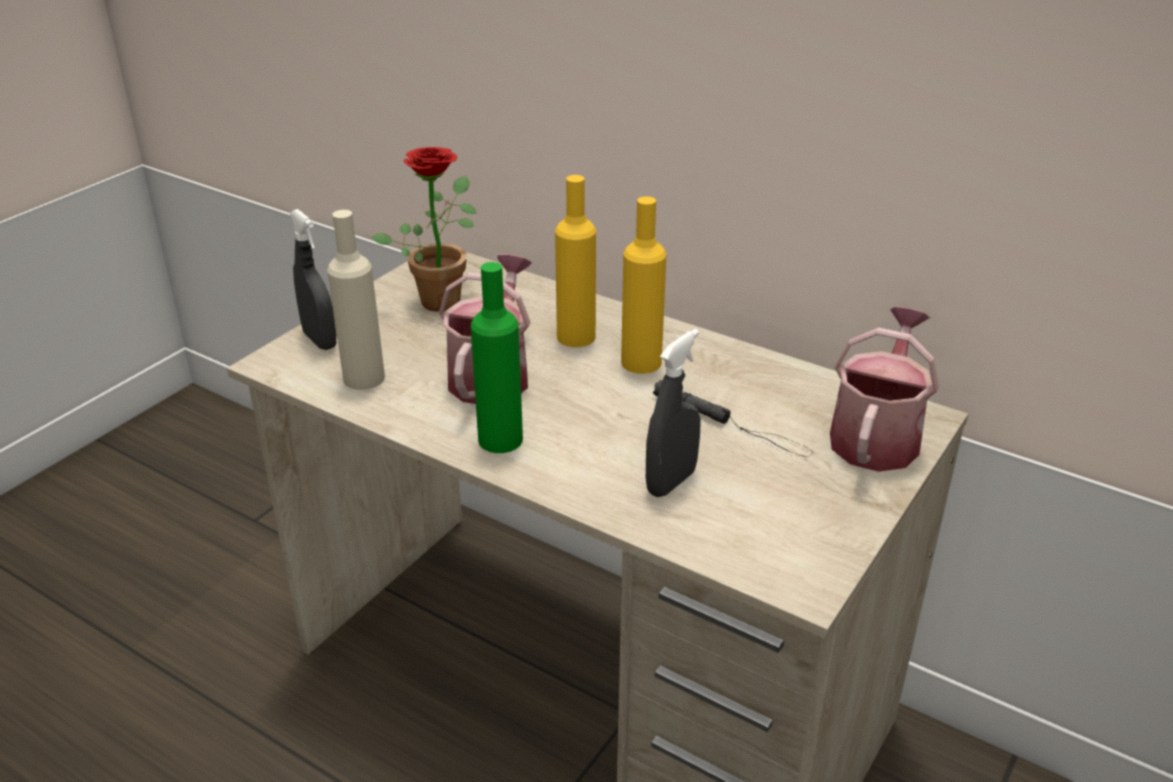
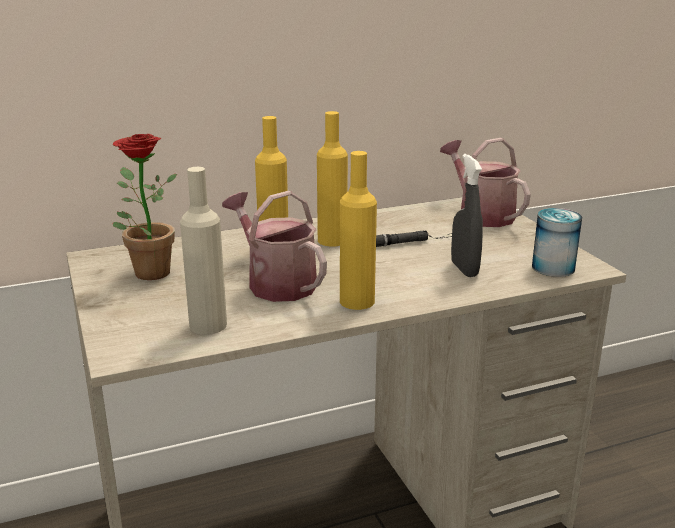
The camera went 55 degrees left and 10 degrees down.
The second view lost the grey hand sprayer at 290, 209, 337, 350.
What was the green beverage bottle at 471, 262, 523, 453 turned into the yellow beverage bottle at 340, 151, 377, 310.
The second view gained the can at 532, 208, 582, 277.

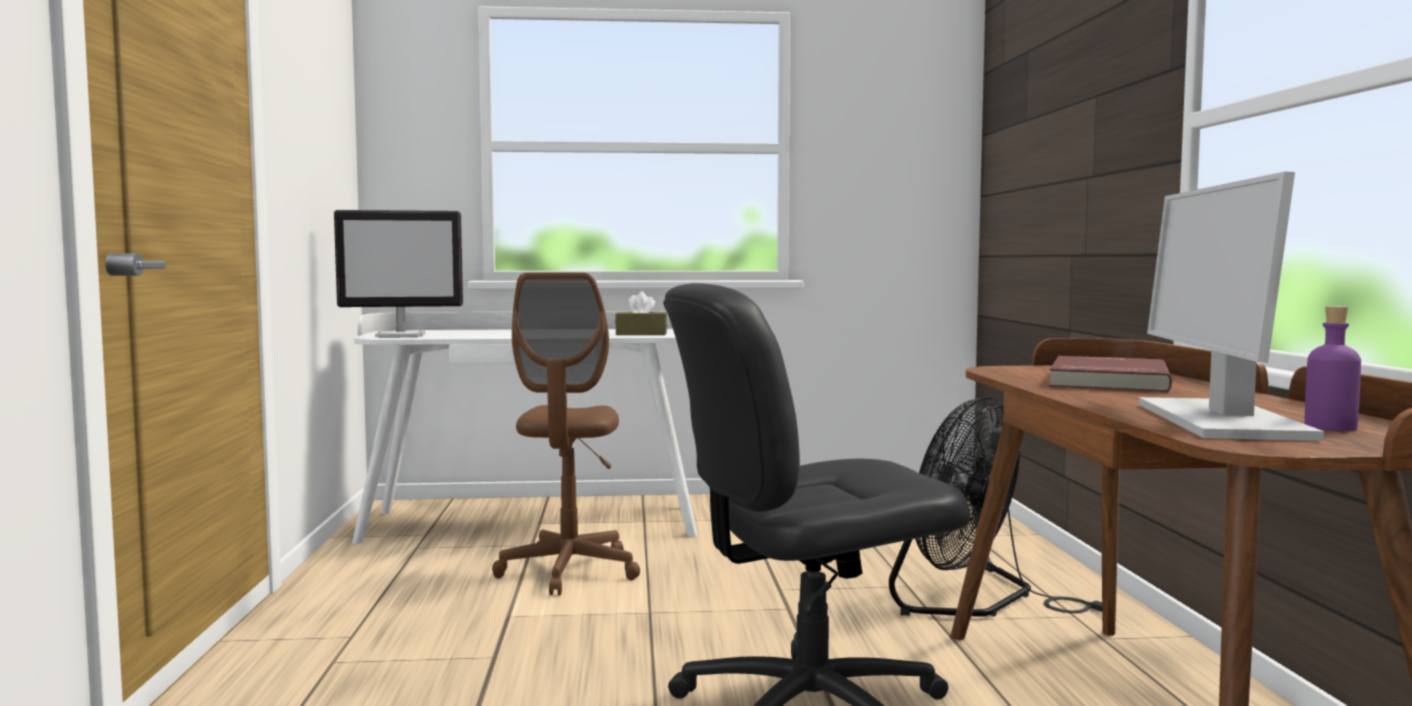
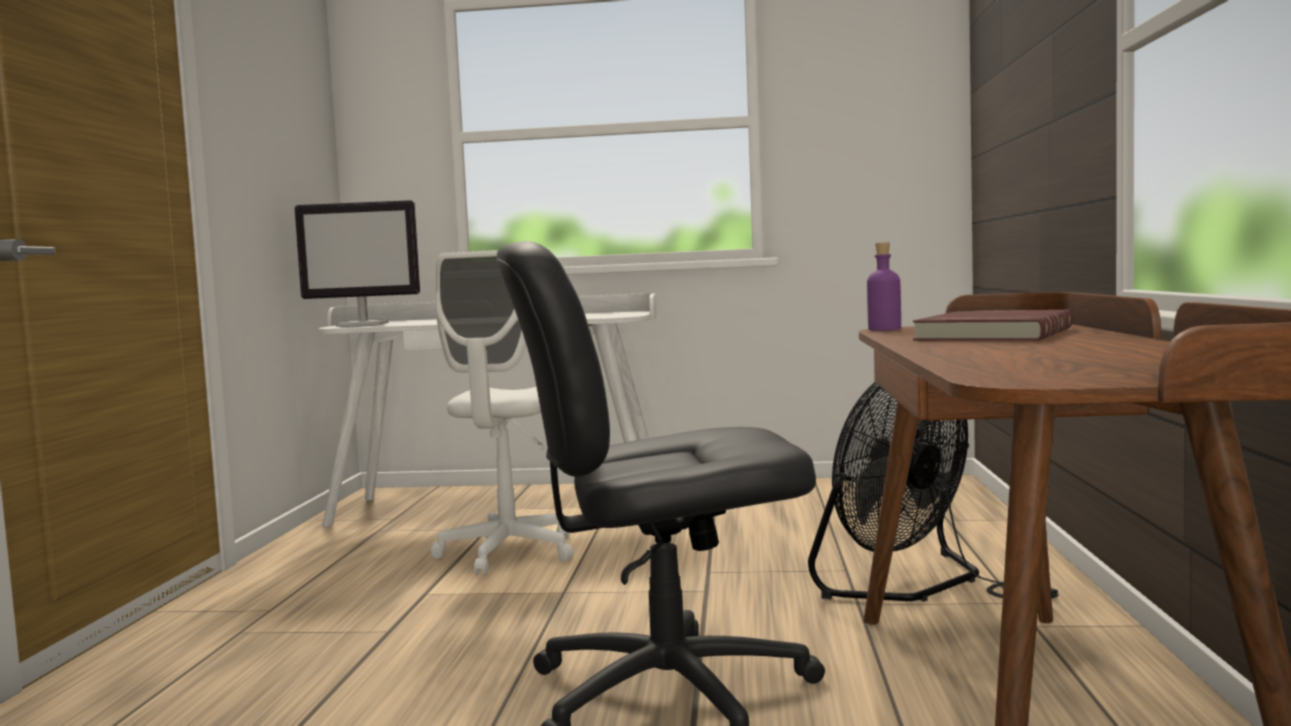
The camera went 10 degrees right and 0 degrees up.
The second view lost the computer screen at 1139, 172, 1324, 441.
What was the brownish desk chair at 492, 272, 640, 595 turned into the white desk chair at 431, 250, 573, 575.
The second view lost the brownish box of tissues at 615, 292, 667, 335.
The purple-coloured beverage bottle ended up elsewhere, having gone from 1305, 306, 1361, 431 to 867, 242, 901, 330.

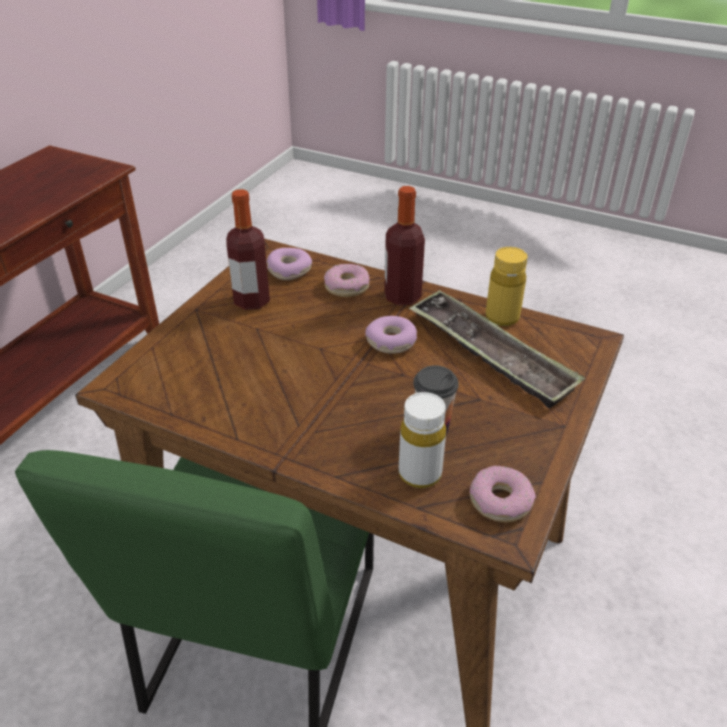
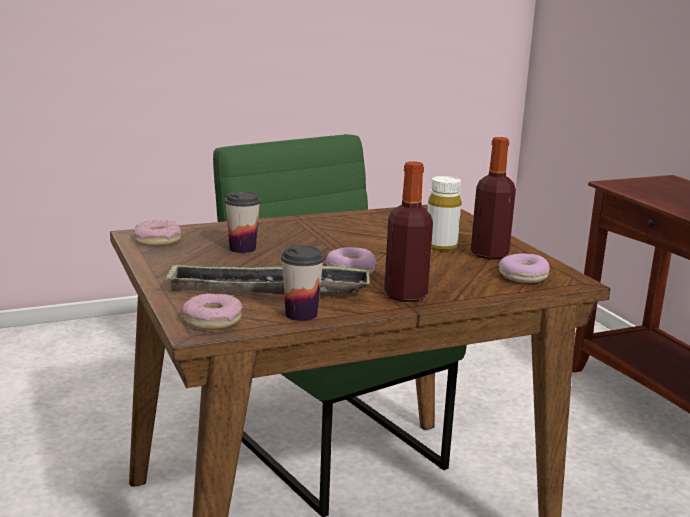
The camera went 130 degrees right and 20 degrees down.
Where the yellow beverage bottle stood at 486, 247, 528, 326, the drinking cup came to stand at 281, 245, 324, 321.
The doughnut ended up elsewhere, having gone from 324, 264, 370, 297 to 183, 293, 243, 330.
The white beverage bottle ended up elsewhere, having gone from 399, 392, 446, 488 to 427, 176, 461, 251.

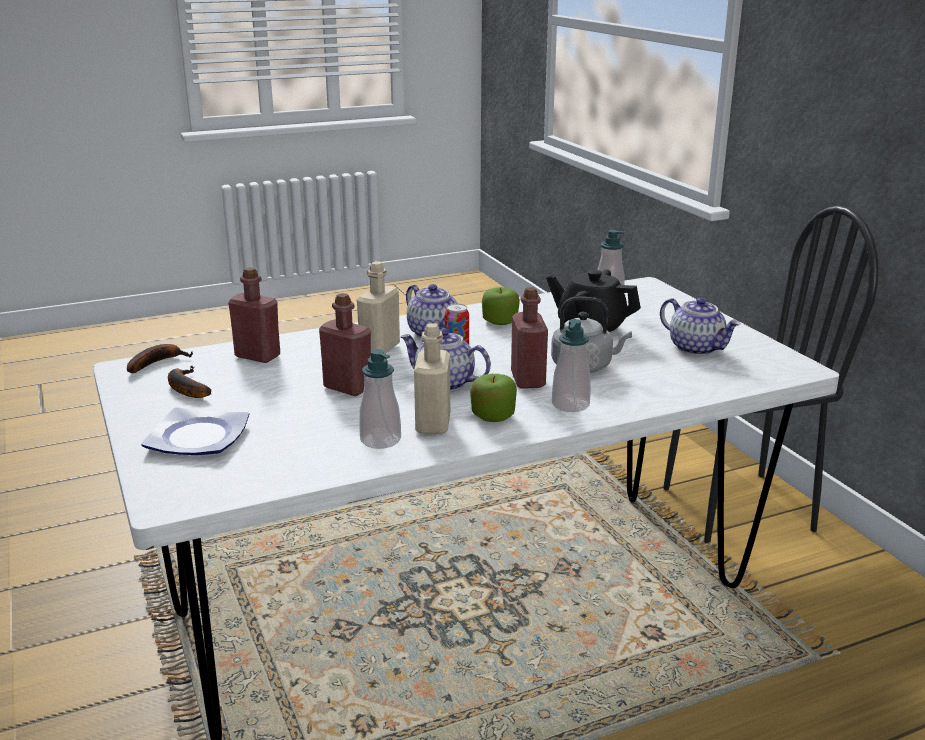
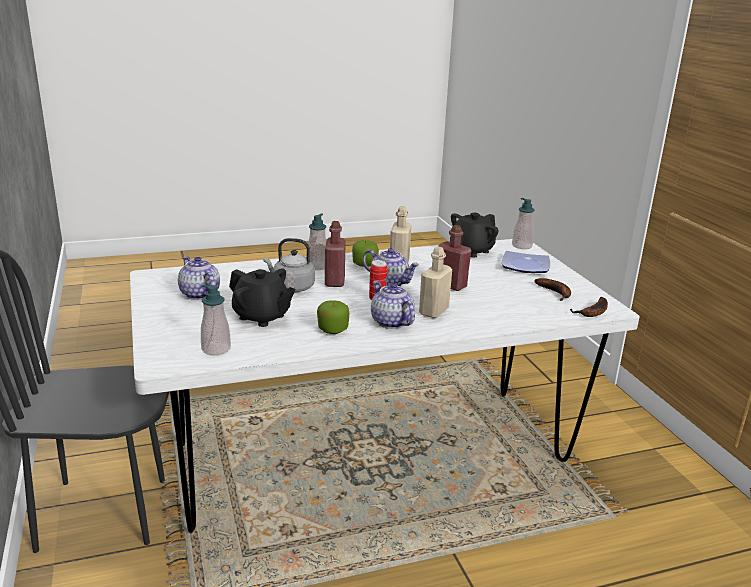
The camera went 175 degrees left and 0 degrees up.
The second view lost the red beverage bottle at 228, 267, 280, 363.
The liquid soap bottle ended up elsewhere, having gone from 359, 349, 401, 449 to 512, 198, 535, 249.
The second view gained the black-coloured tea pot at 451, 213, 498, 258.

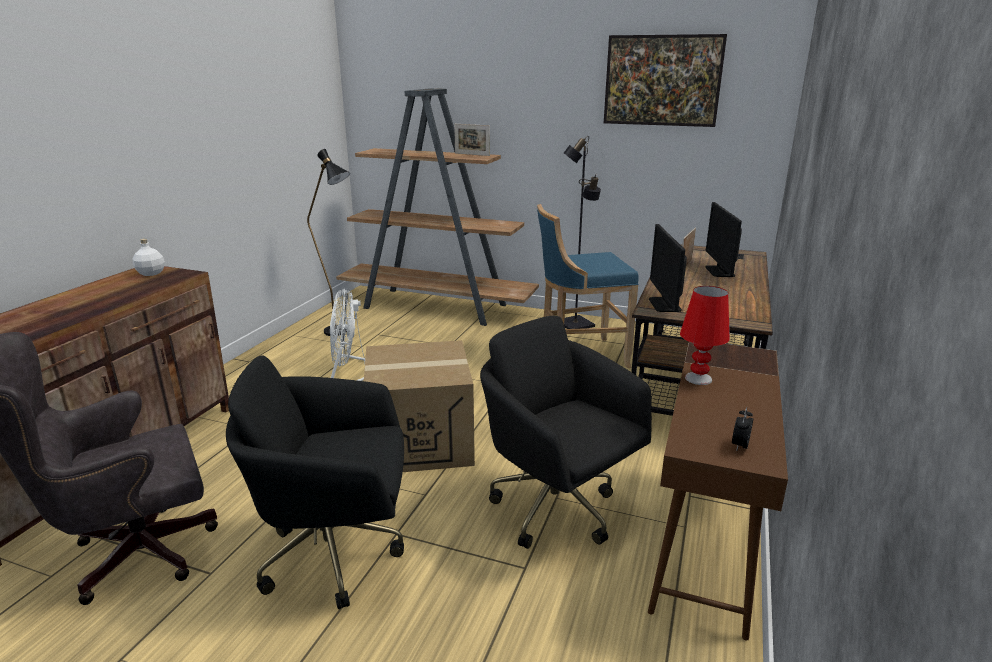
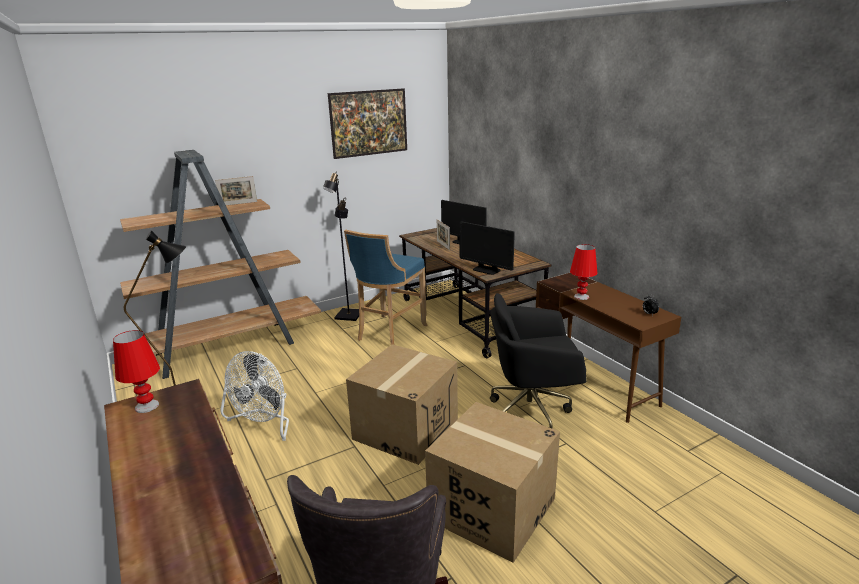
The camera went 50 degrees left and 0 degrees up.
Where the white beverage bottle stood at 132, 239, 165, 276, the red table lamp came to stand at 113, 330, 160, 413.
Where the black-coloured desk chair stood at 226, 356, 404, 609, the packing box came to stand at 425, 402, 560, 563.

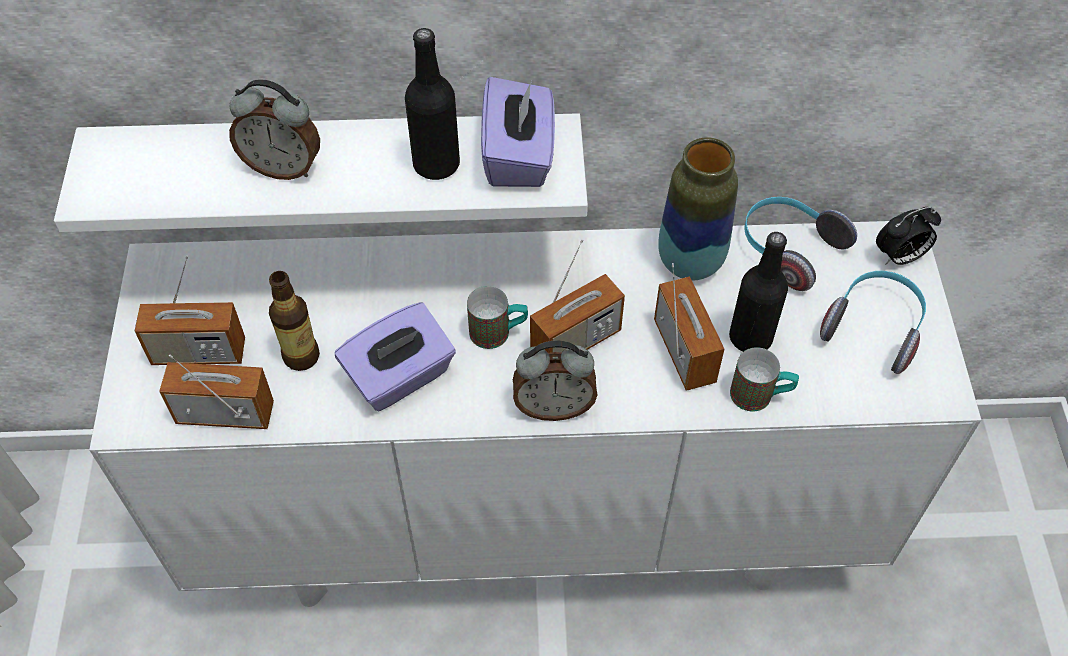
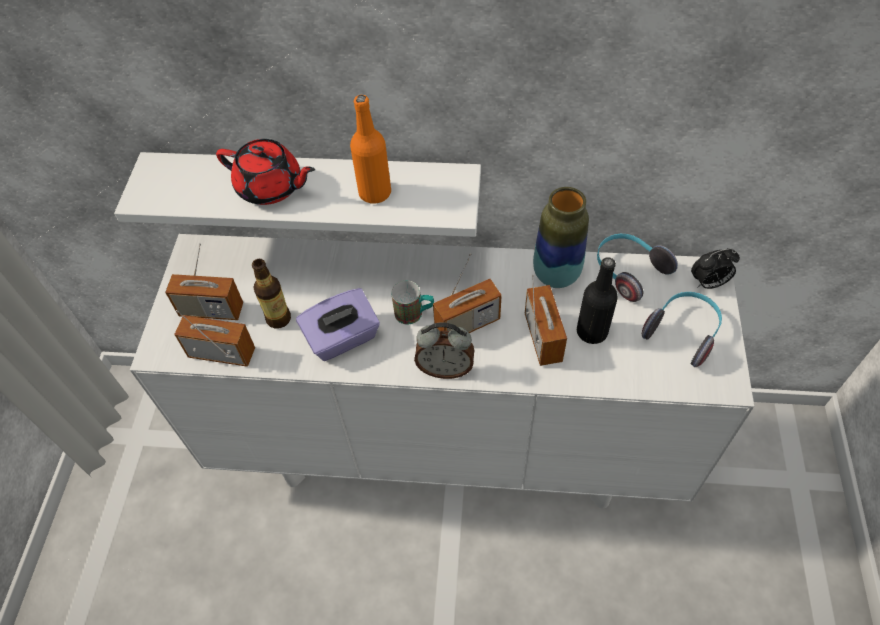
The camera went 10 degrees right and 0 degrees up.
What was the black-coloured beverage bottle at 405, 28, 460, 180 turned into the orangey beverage bottle at 350, 95, 391, 204.
The second view lost the purple-coloured box of tissues at 481, 77, 555, 187.
Where the alarm clock stood at 229, 79, 320, 180, the red tea pot came to stand at 216, 139, 315, 205.
The second view lost the mug at 730, 347, 799, 412.

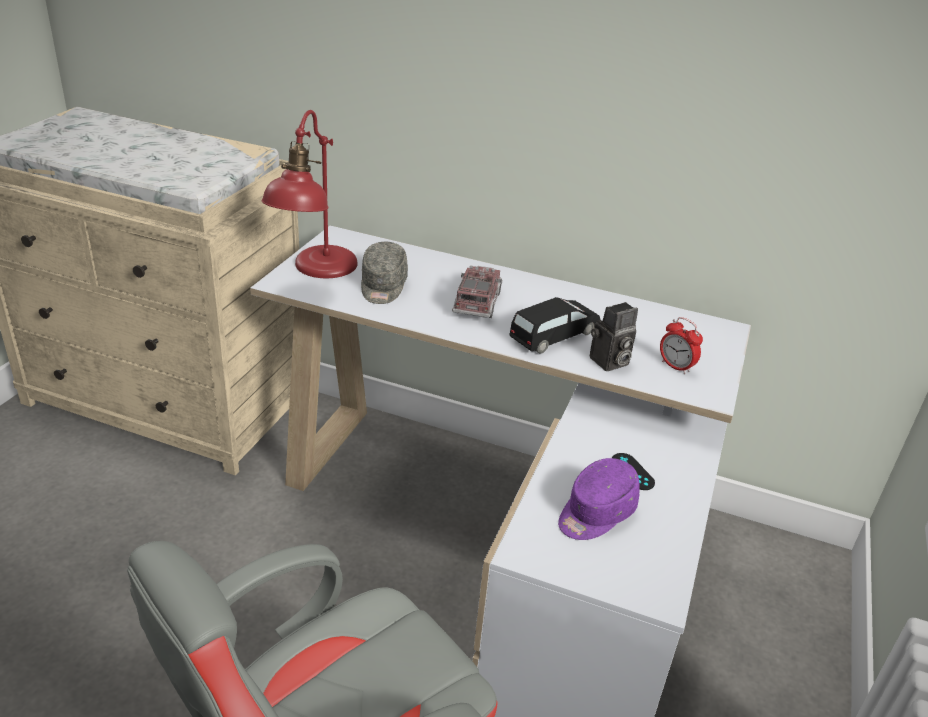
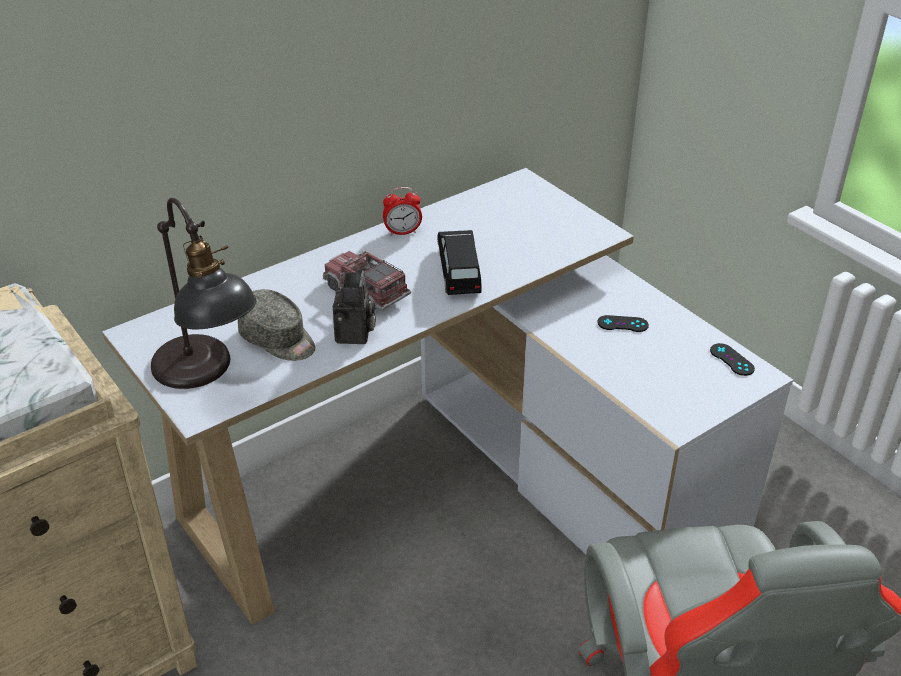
The camera went 55 degrees left and 5 degrees up.
What was the red table lamp at 262, 110, 358, 278 turned into the grey table lamp at 151, 198, 256, 389.
The still camera ended up elsewhere, having gone from 590, 302, 638, 371 to 333, 270, 376, 344.
The alarm clock ended up elsewhere, having gone from 660, 317, 703, 374 to 383, 187, 422, 236.
The second view lost the purple-coloured cap at 558, 458, 640, 540.
The second view gained the black-coloured game controller at 710, 343, 755, 376.

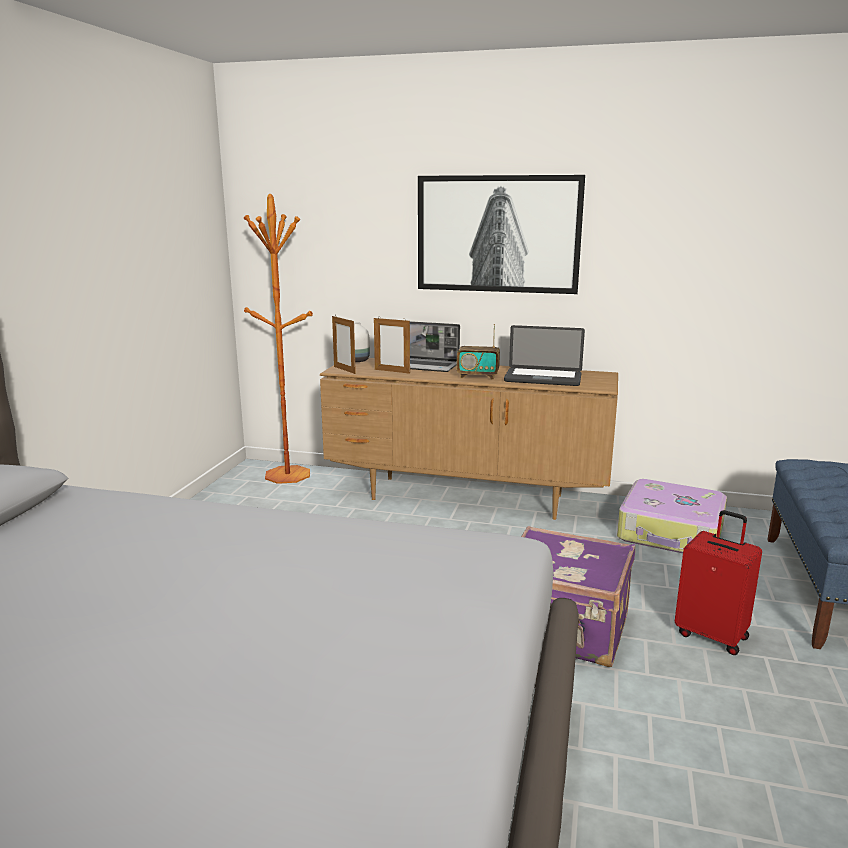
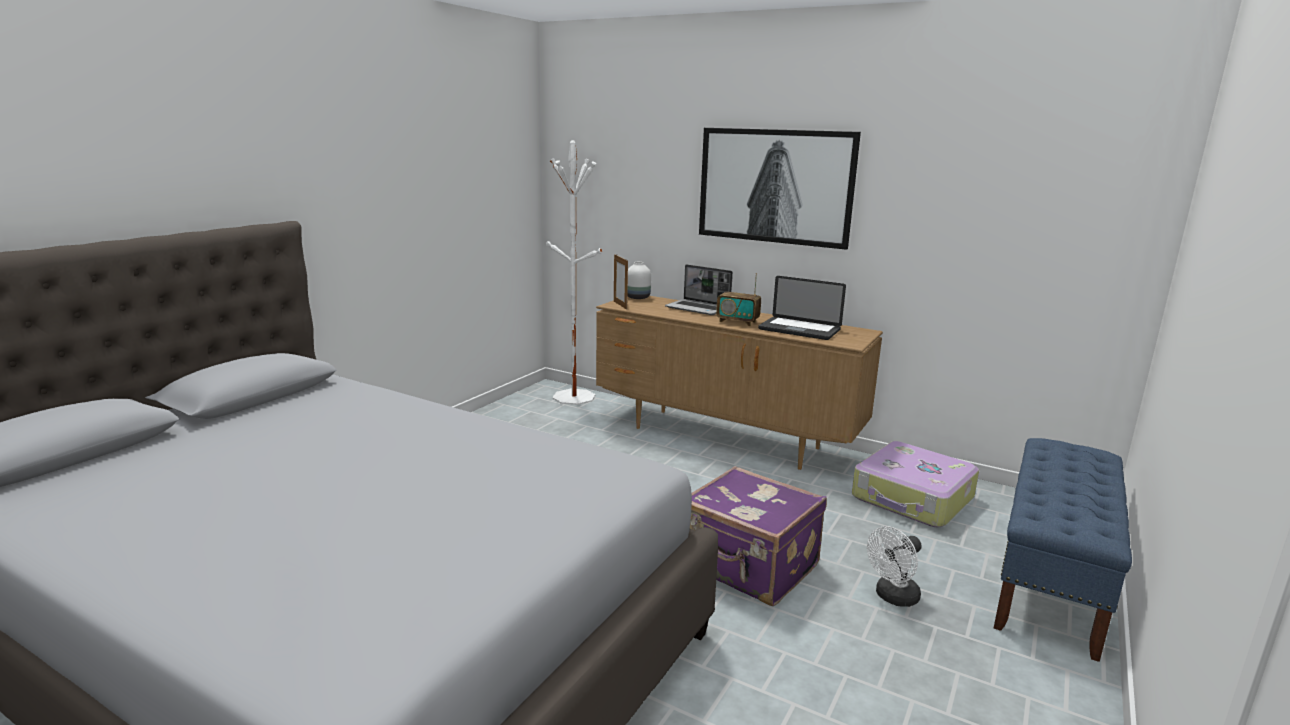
The camera went 15 degrees right and 0 degrees up.
What was the orangey clothes rack at 244, 194, 313, 484 turned into the white clothes rack at 546, 140, 602, 405.
The second view lost the standing frame at 374, 318, 410, 374.
Where the red suitcase stood at 675, 510, 762, 655, the white cooling fan came to stand at 867, 526, 922, 607.

